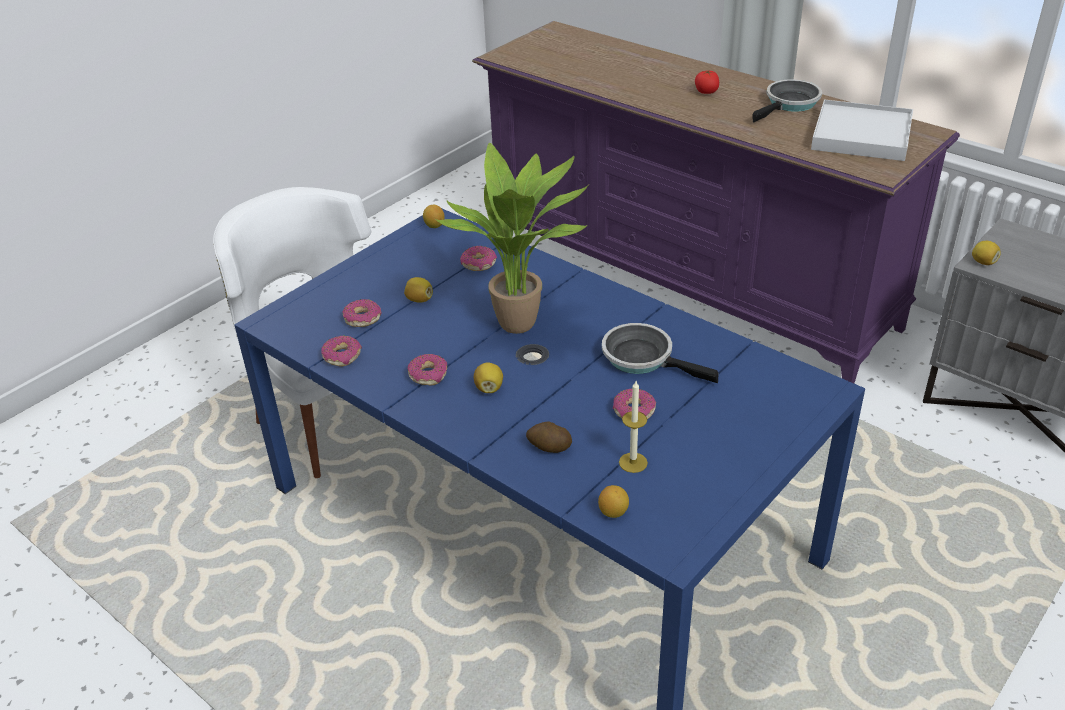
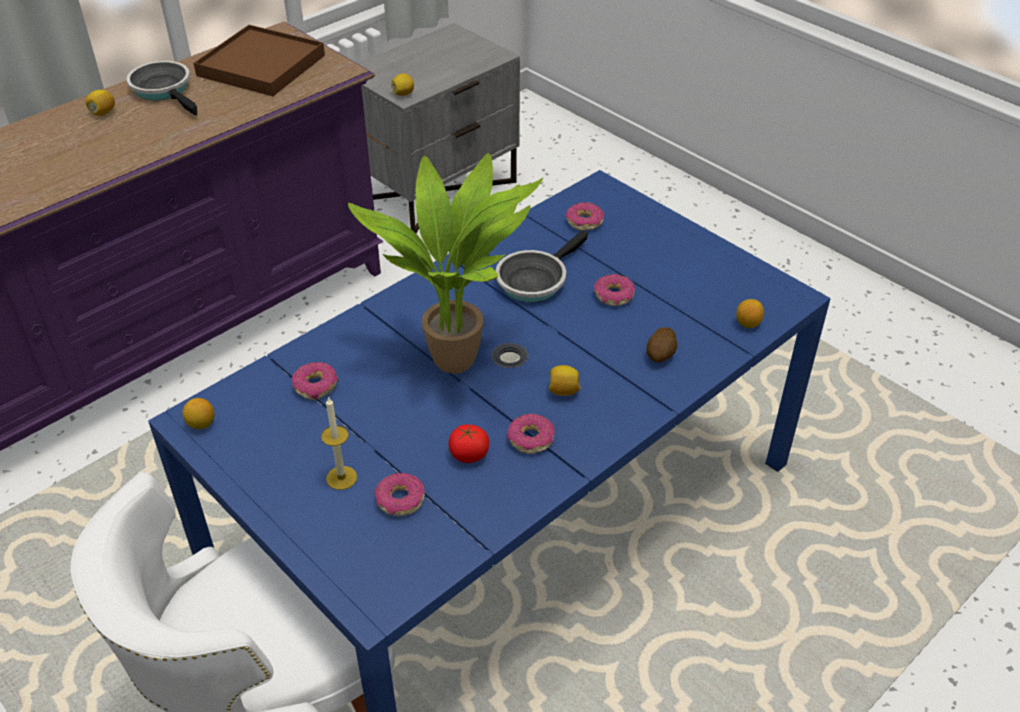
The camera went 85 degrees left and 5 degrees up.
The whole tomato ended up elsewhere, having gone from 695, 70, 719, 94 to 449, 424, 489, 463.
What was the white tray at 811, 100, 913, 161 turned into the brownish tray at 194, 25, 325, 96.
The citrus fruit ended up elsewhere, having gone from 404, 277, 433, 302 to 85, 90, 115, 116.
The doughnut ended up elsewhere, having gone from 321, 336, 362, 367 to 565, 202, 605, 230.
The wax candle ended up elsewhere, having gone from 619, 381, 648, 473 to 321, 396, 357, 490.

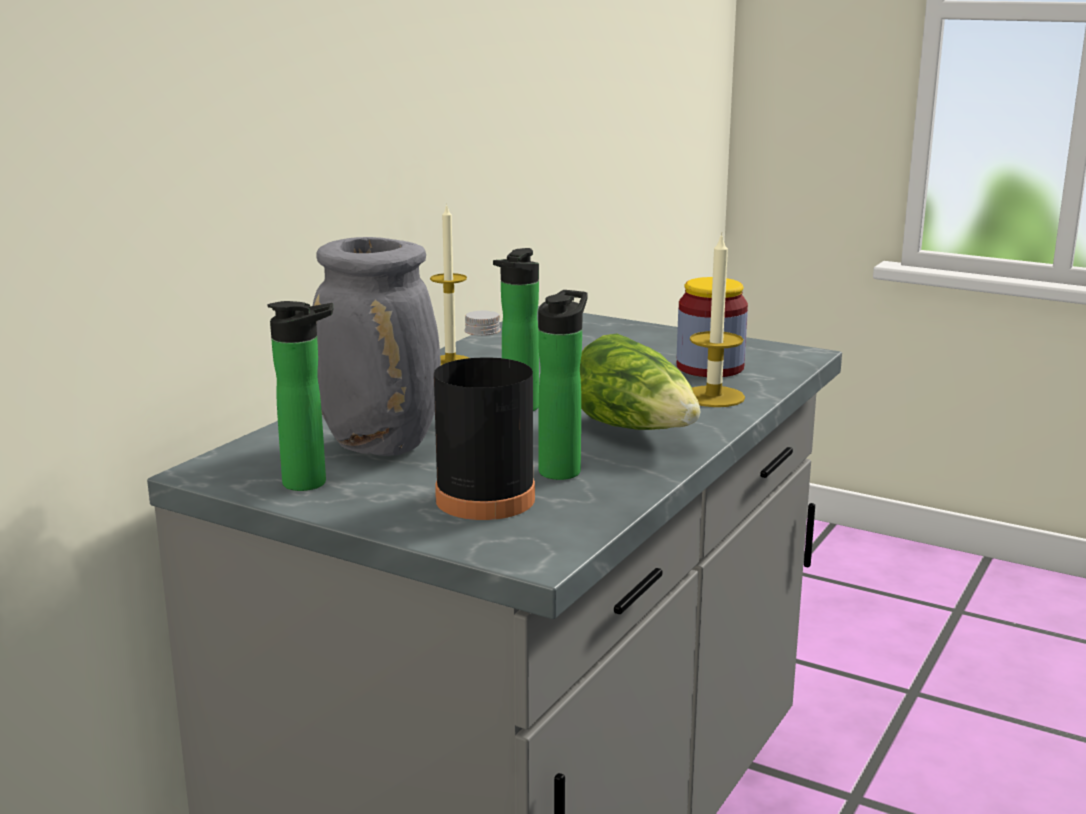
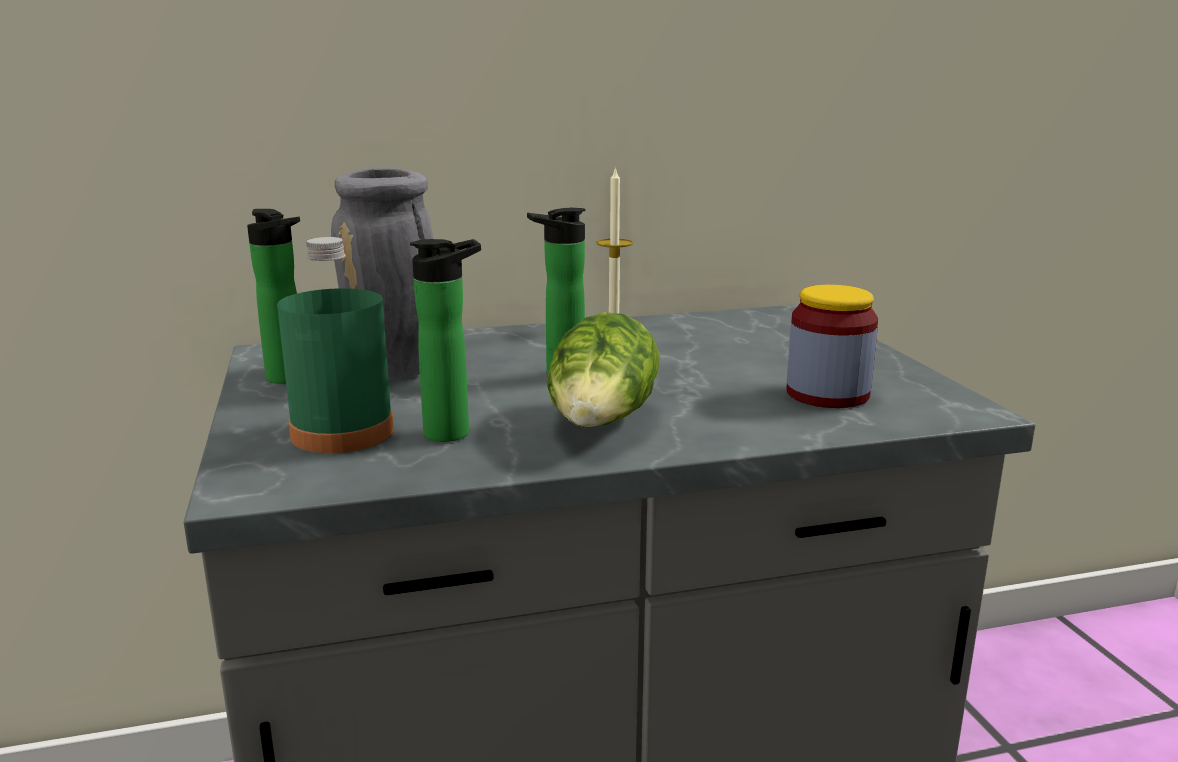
The camera went 45 degrees right and 0 degrees up.
The second view lost the wax candle at 690, 232, 745, 407.
What was the black-coloured beverage bottle at 434, 311, 535, 520 turned into the green beverage bottle at 277, 237, 394, 453.

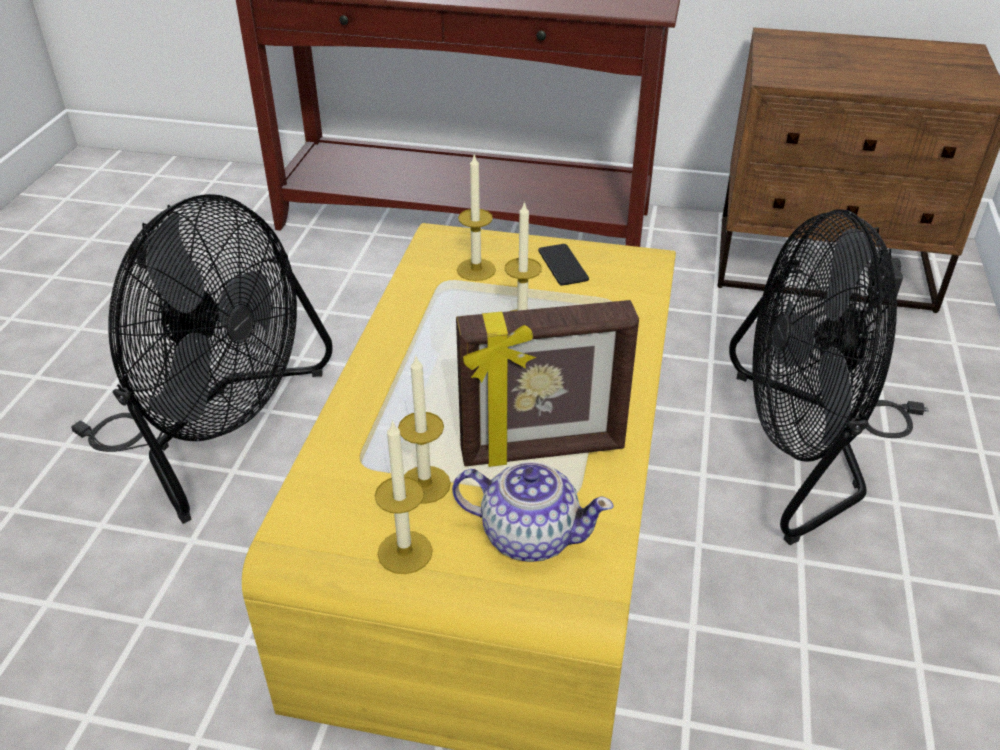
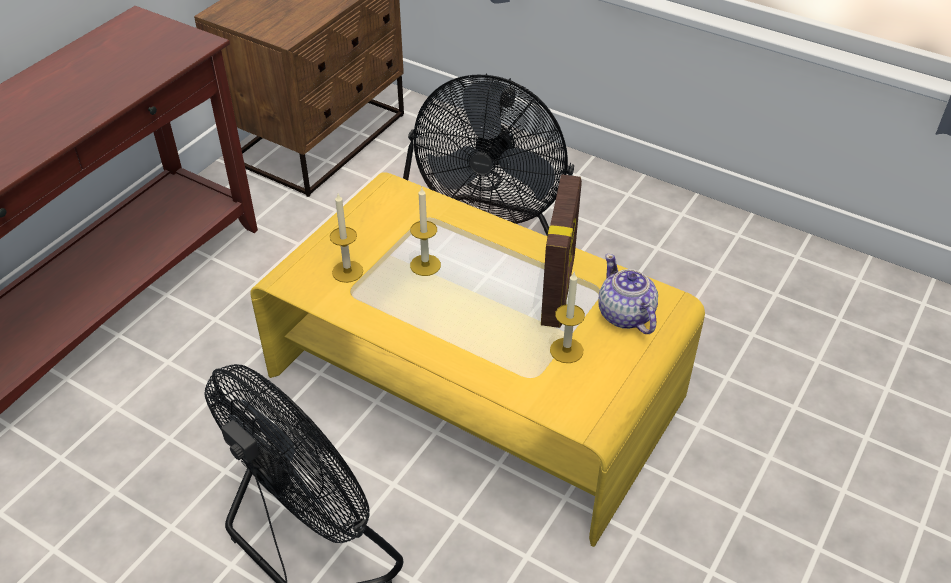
The camera went 70 degrees left and 5 degrees up.
The second view lost the handset at 538, 244, 589, 286.
The second view lost the wax candle at 375, 420, 433, 574.
The tea pot at 452, 461, 613, 562 ended up facing another way, 60 degrees counterclockwise from before.

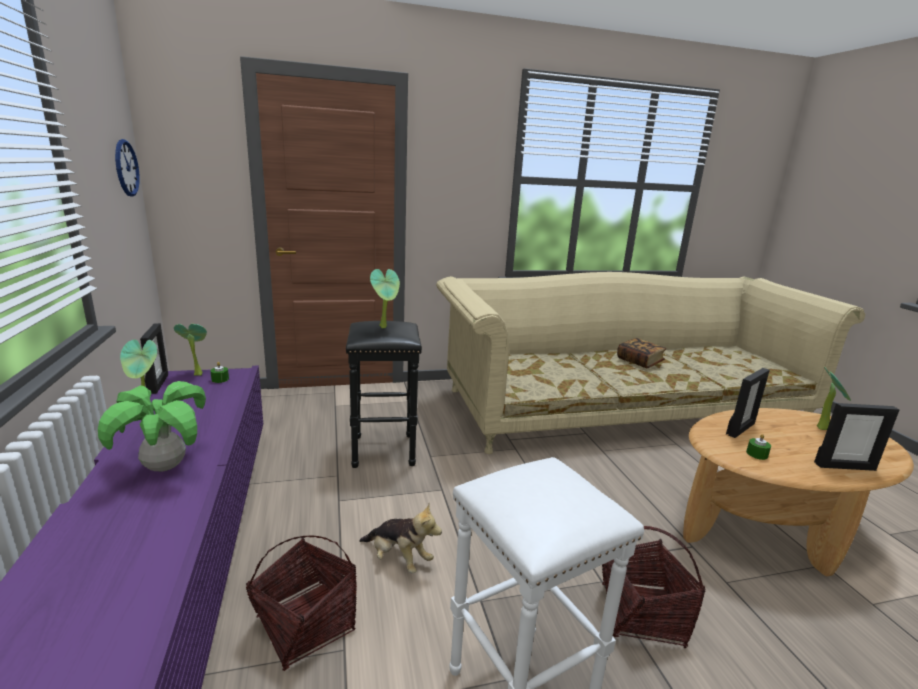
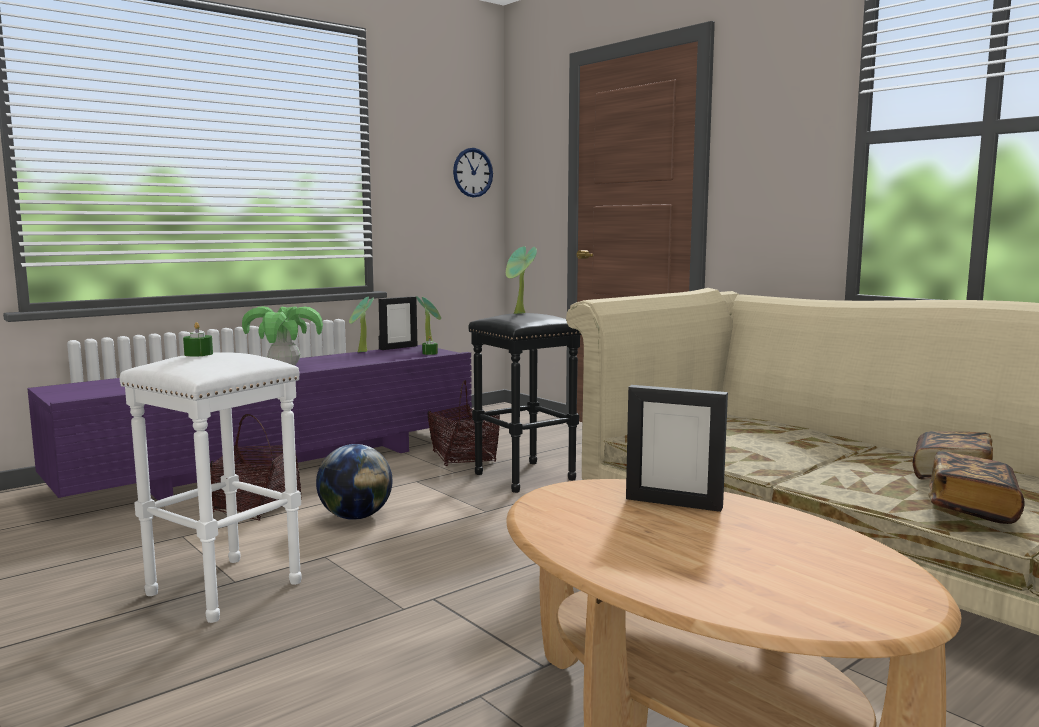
The camera went 65 degrees right and 10 degrees down.
The second view lost the houseplant at 817, 367, 851, 430.
The second view lost the standing frame at 814, 403, 900, 471.
The green wax candle ended up elsewhere, having gone from 746, 434, 771, 460 to 183, 322, 213, 357.
Where the cuddly toy stood at 359, 504, 442, 573, the desk globe came to stand at 316, 444, 392, 520.
The basket ended up elsewhere, having gone from 602, 526, 706, 648 to 428, 380, 500, 466.
The second view gained the volume at 928, 451, 1025, 524.

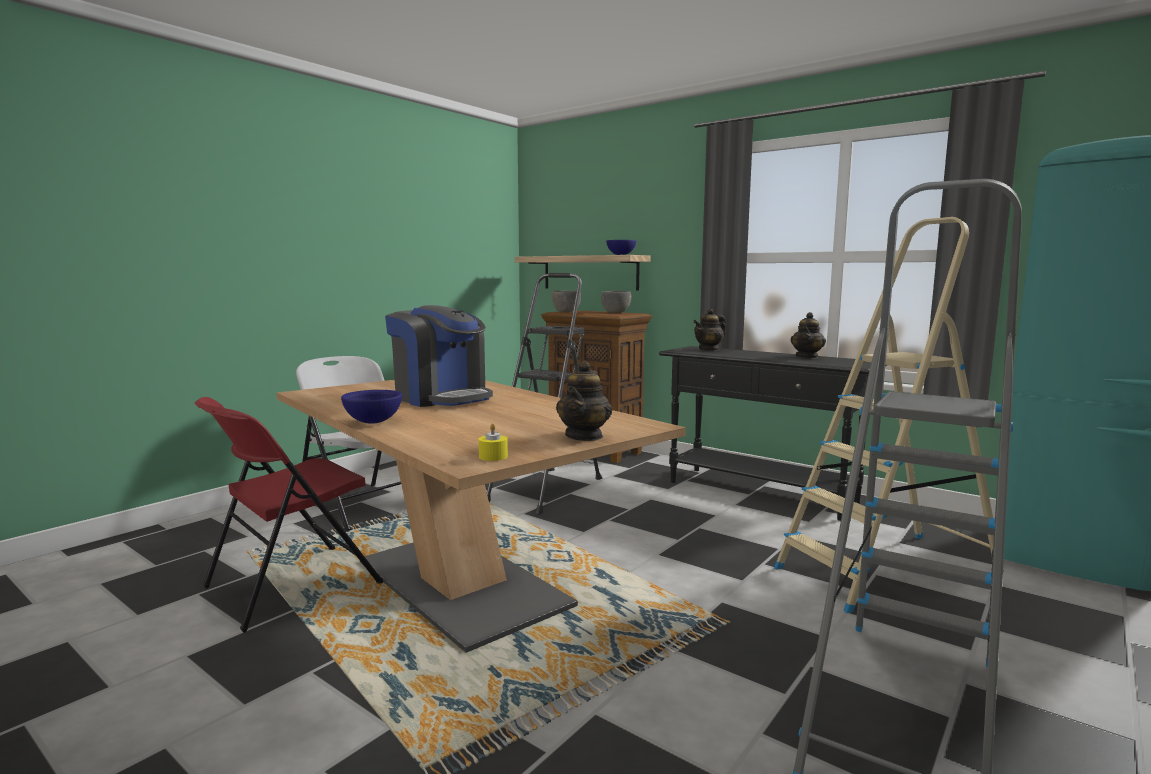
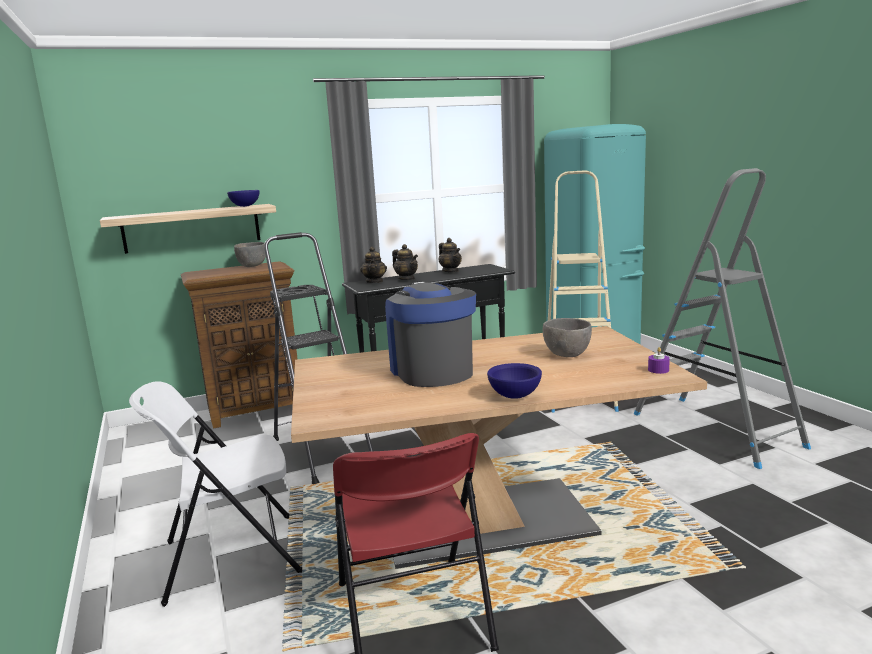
The camera went 60 degrees left and 5 degrees up.
The grey deep dish ended up elsewhere, having gone from 552, 290, 581, 312 to 543, 318, 592, 357.
The coffee machine at 385, 305, 493, 407 ended up facing another way, 90 degrees counterclockwise from before.
The tea pot ended up elsewhere, having gone from 556, 361, 612, 441 to 392, 244, 418, 280.
What was the yellow wax candle at 479, 423, 508, 461 turned into the purple-coloured wax candle at 648, 347, 670, 374.

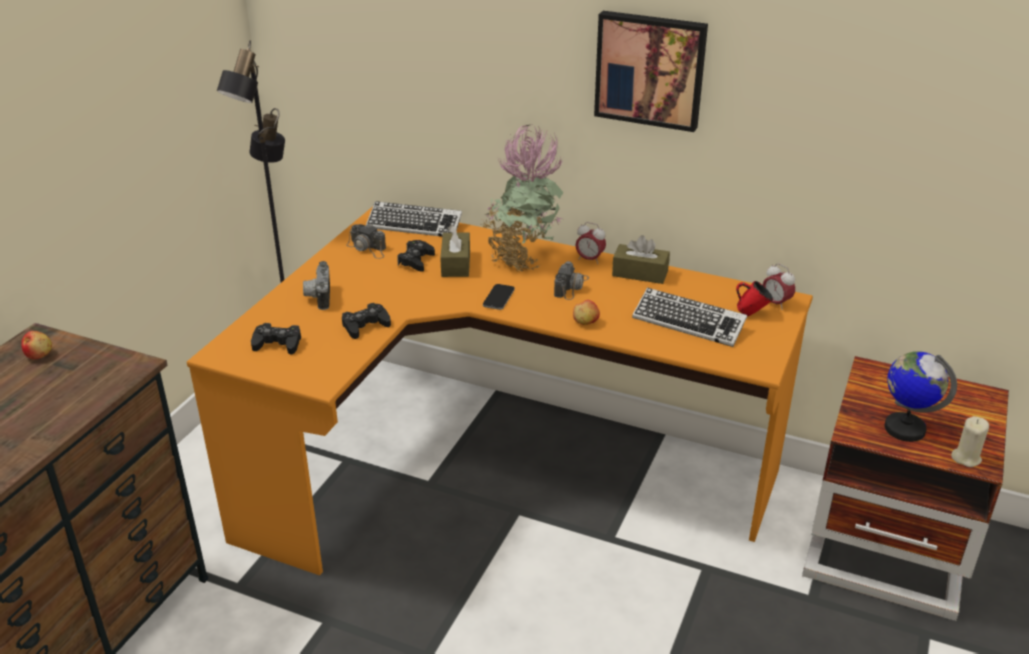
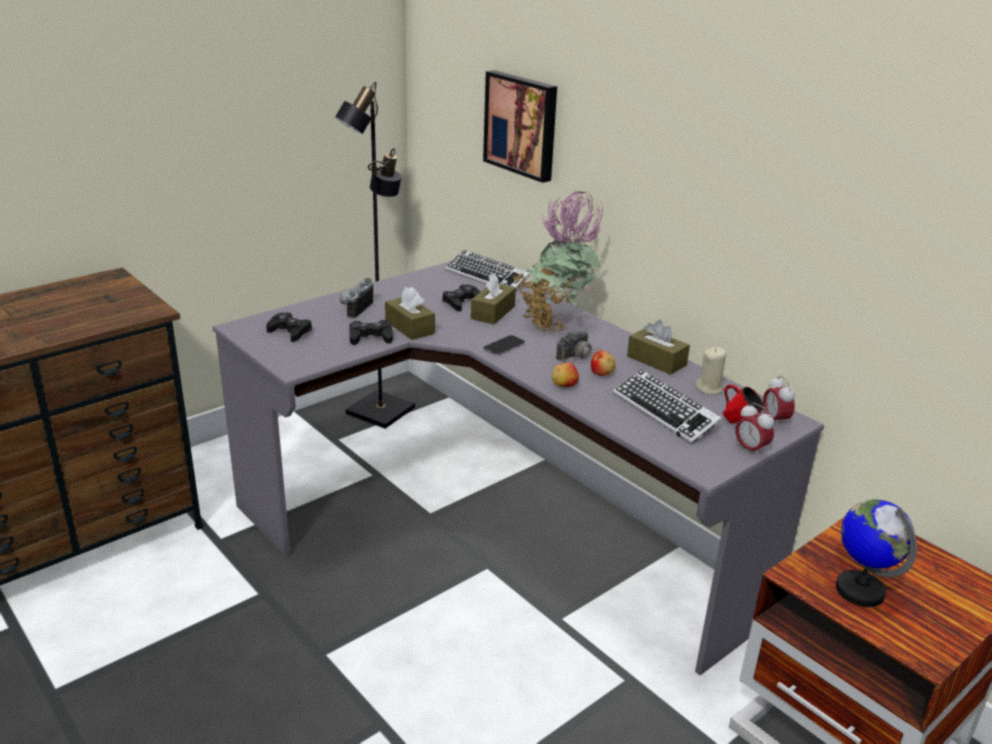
The camera went 25 degrees right and 5 degrees down.
The wall art ended up elsewhere, having gone from 594, 11, 708, 132 to 483, 70, 557, 183.
What was the orangey desk unit at 187, 207, 813, 575 turned into the grey desk unit at 213, 261, 824, 675.
The alarm clock ended up elsewhere, having gone from 575, 222, 606, 264 to 735, 403, 774, 458.
The second view lost the still camera at 346, 223, 386, 259.
The whole apple ended up elsewhere, having gone from 21, 331, 52, 359 to 591, 350, 615, 376.
The beige-coloured wax candle ended up elsewhere, having gone from 951, 416, 989, 467 to 695, 347, 726, 394.
The second view gained the brownish box of tissues at 385, 287, 435, 340.

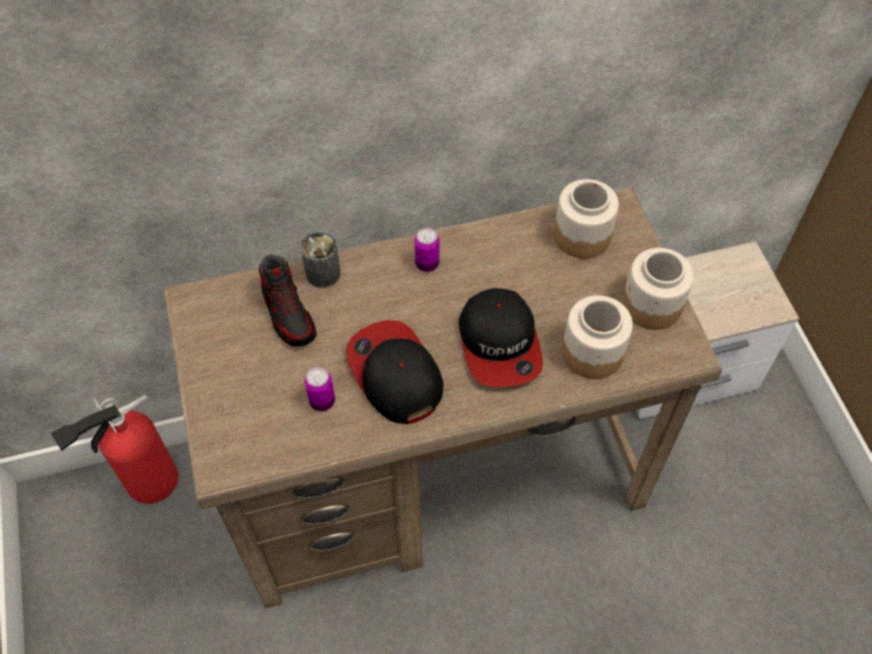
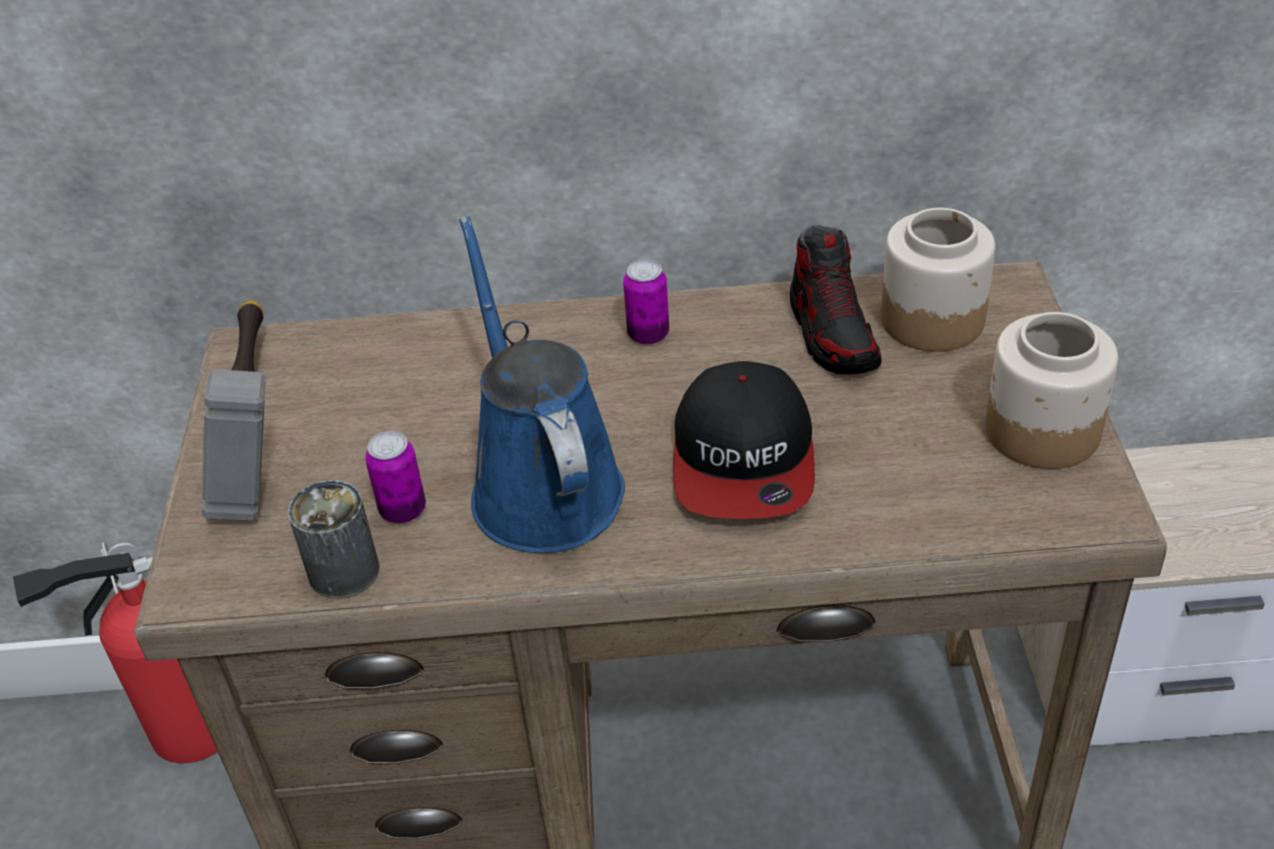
The camera went 15 degrees right and 15 degrees down.
The can ended up elsewhere, having gone from 301, 231, 340, 288 to 288, 480, 379, 599.
The item of footwear ended up elsewhere, having gone from 259, 254, 317, 347 to 790, 225, 882, 375.
The second view lost the jar at 562, 295, 633, 379.
Where the cap stood at 346, 320, 443, 424, the blue watering pot came to stand at 460, 216, 625, 553.
The second view gained the tool hammer at 202, 300, 266, 521.

